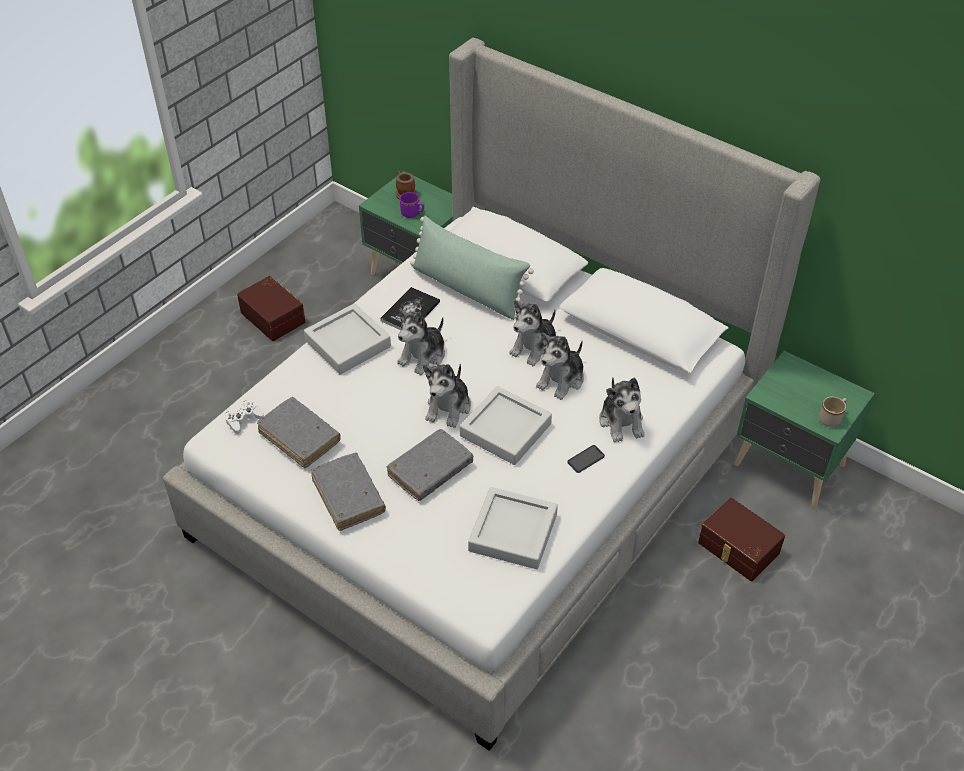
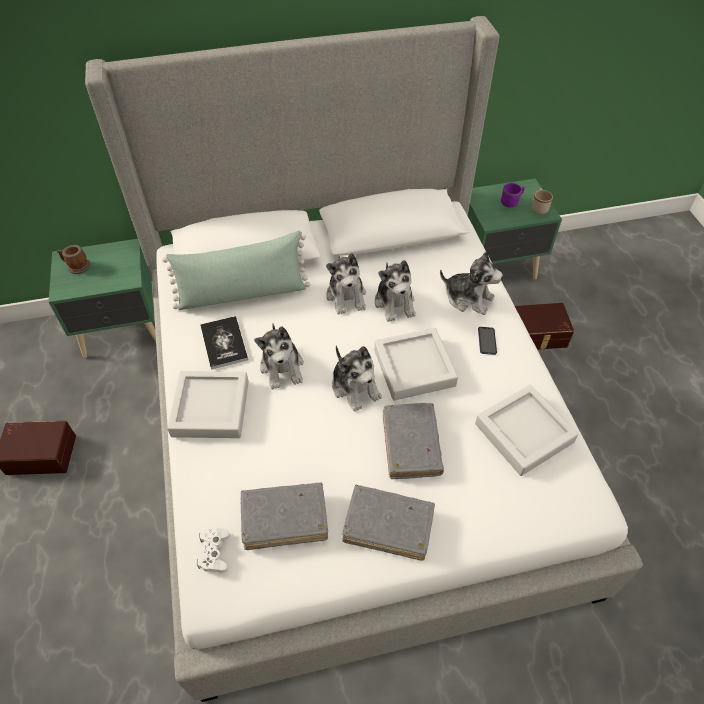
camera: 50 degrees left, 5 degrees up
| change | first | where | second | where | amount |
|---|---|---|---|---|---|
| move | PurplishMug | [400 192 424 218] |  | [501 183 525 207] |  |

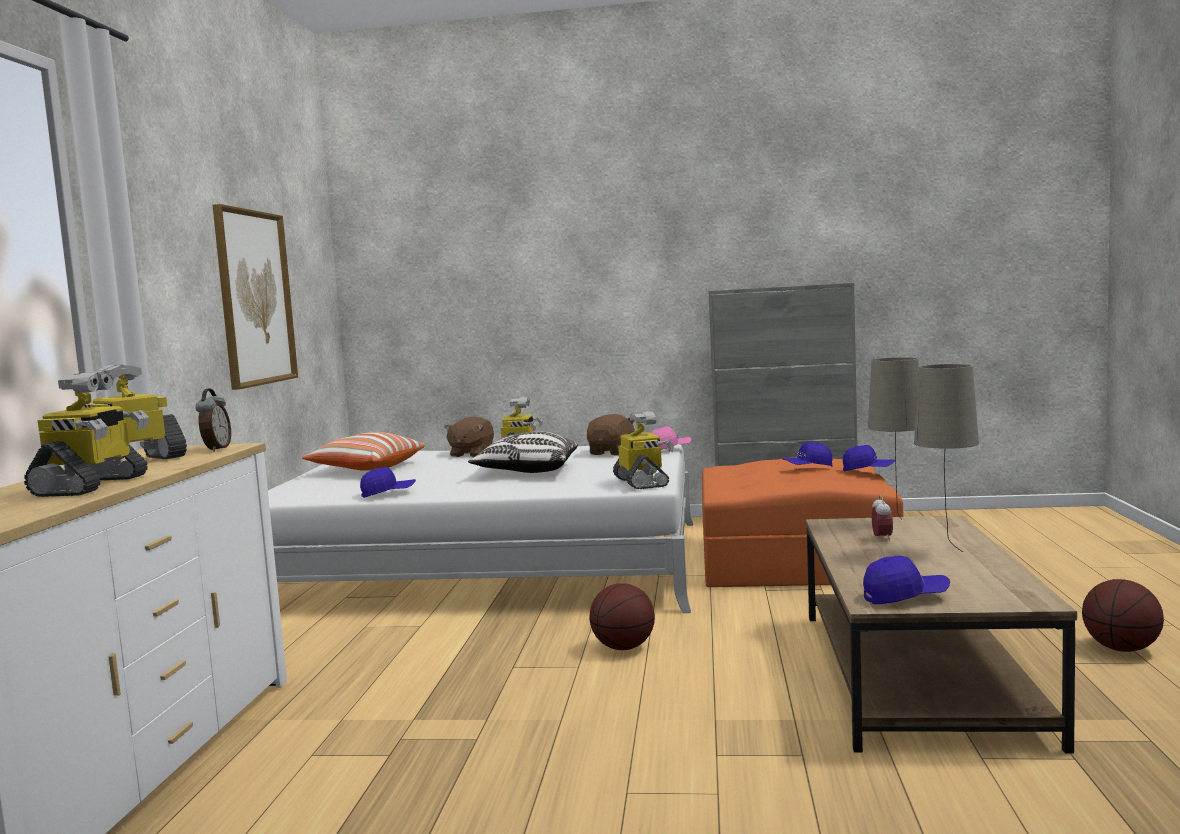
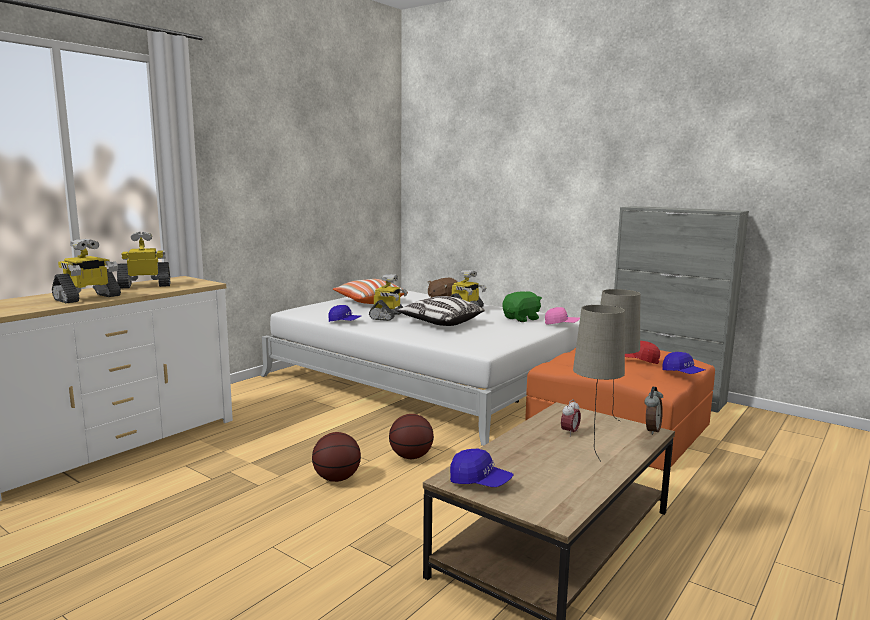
camera: 30 degrees right, 5 degrees up
| change | first | where | second | where | amount |
|---|---|---|---|---|---|
| move | BallForBasketball | [1082 579 1164 652] |  | [312 432 361 482] |  |
| move | RobotFigure | [613 411 674 489] |  | [369 274 408 321] |  |
| recolor | BrownColouredSoftToy | [587 414 635 455] | GreenSoftToy | [502 292 542 322] |  |
| recolor | BluishBaseballCap | [783 442 832 466] | RedBaseballCap | [625 341 660 364] |  |
| move | TableClock | [196 388 231 452] |  | [645 387 663 435] |  |
| delete | Picture | [212 204 298 390] |  |  |  |

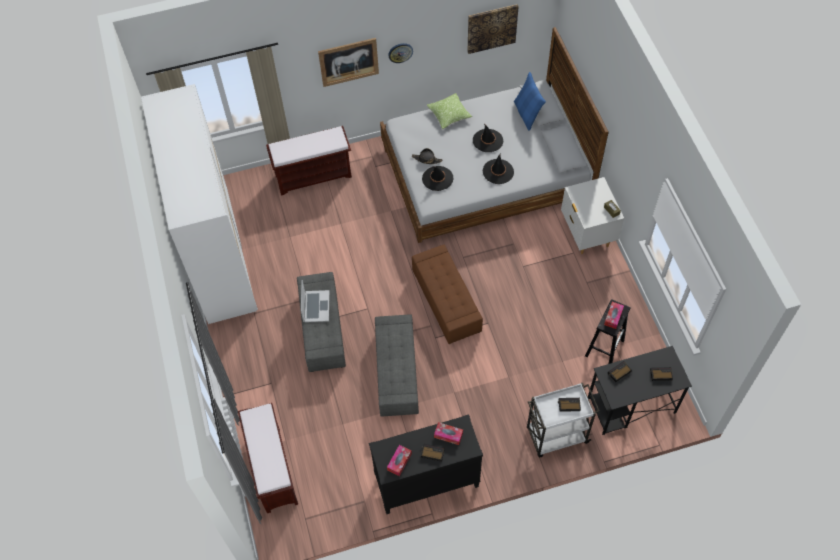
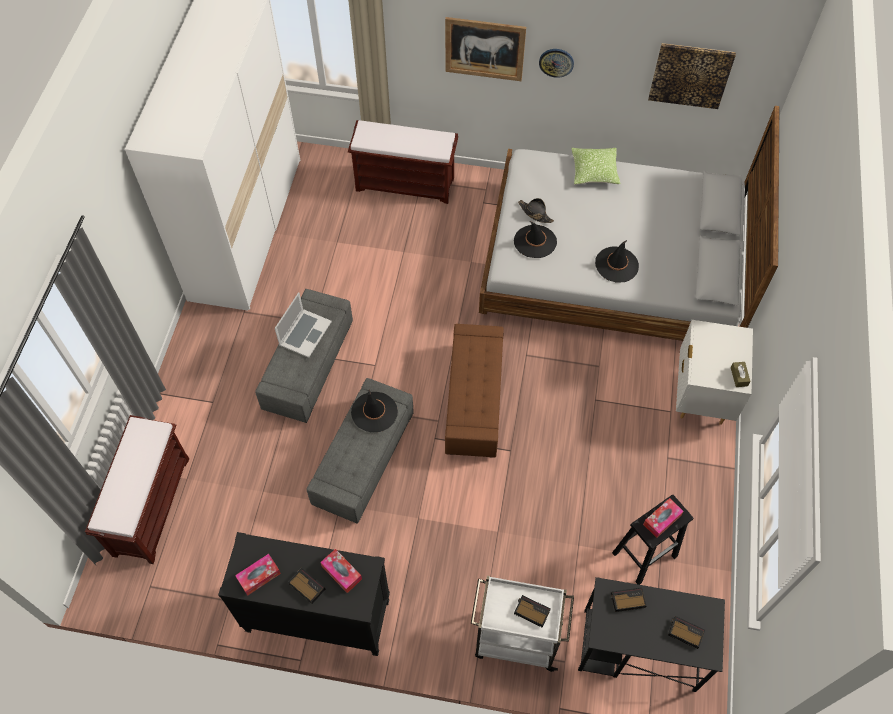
camera: 25 degrees right, 0 degrees up
| change | first | where | second | where | amount |
|---|---|---|---|---|---|
| move | BlackColouredHat | [473 124 503 152] |  | [351 389 398 432] |  |
| delete | BluishPillow | [514 72 546 131] |  |  |  |

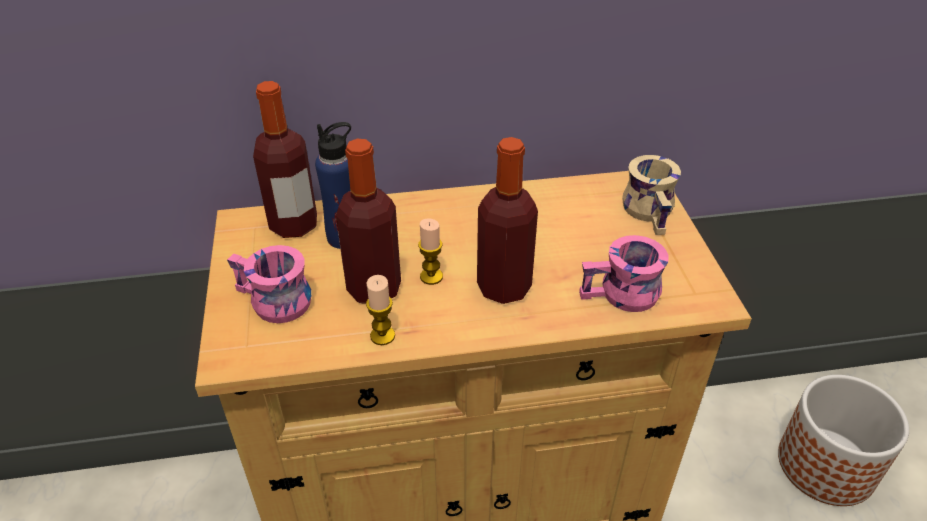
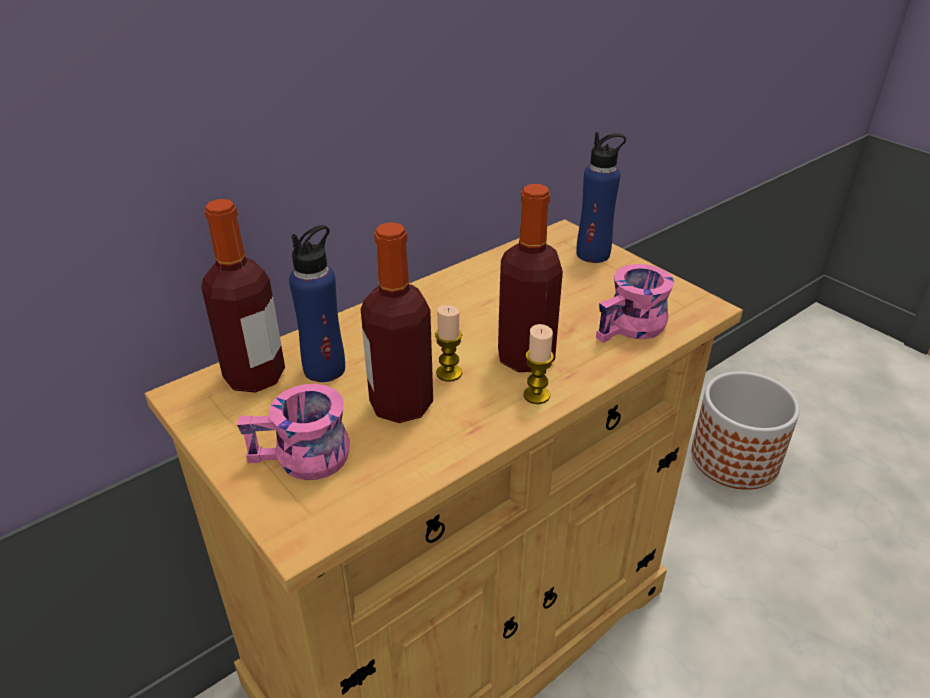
camera: 30 degrees left, 5 degrees down
| change | first | where | second | where | amount |
|---|---|---|---|---|---|
| move | Candle | [366 275 395 345] |  | [524 324 554 404] |  |
| replace | BeigeMug | [622 155 681 235] | BluishBottle | [576 132 626 263] |  |

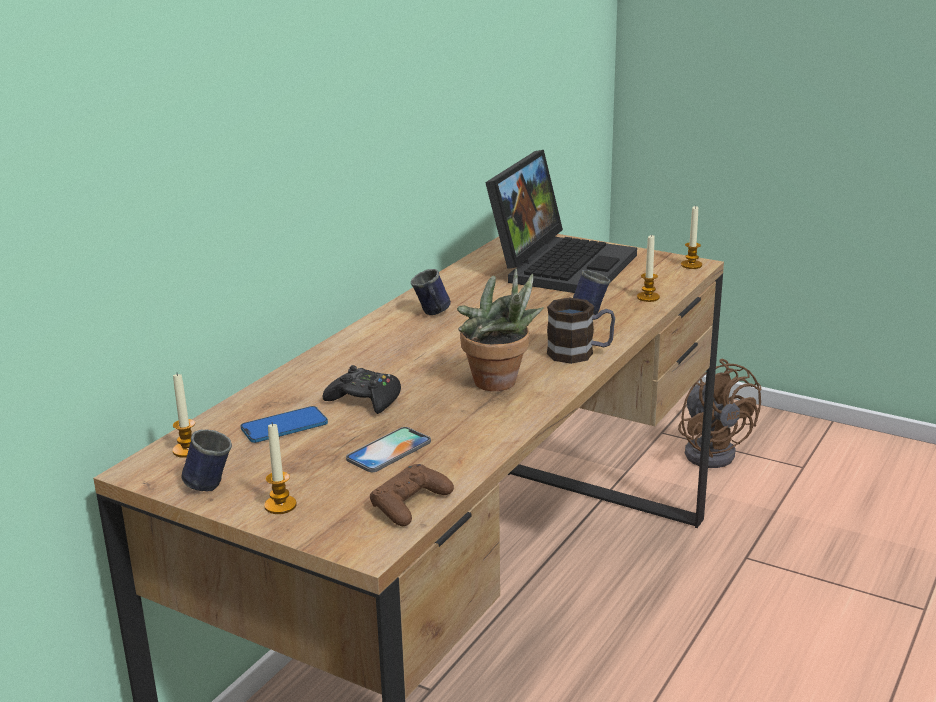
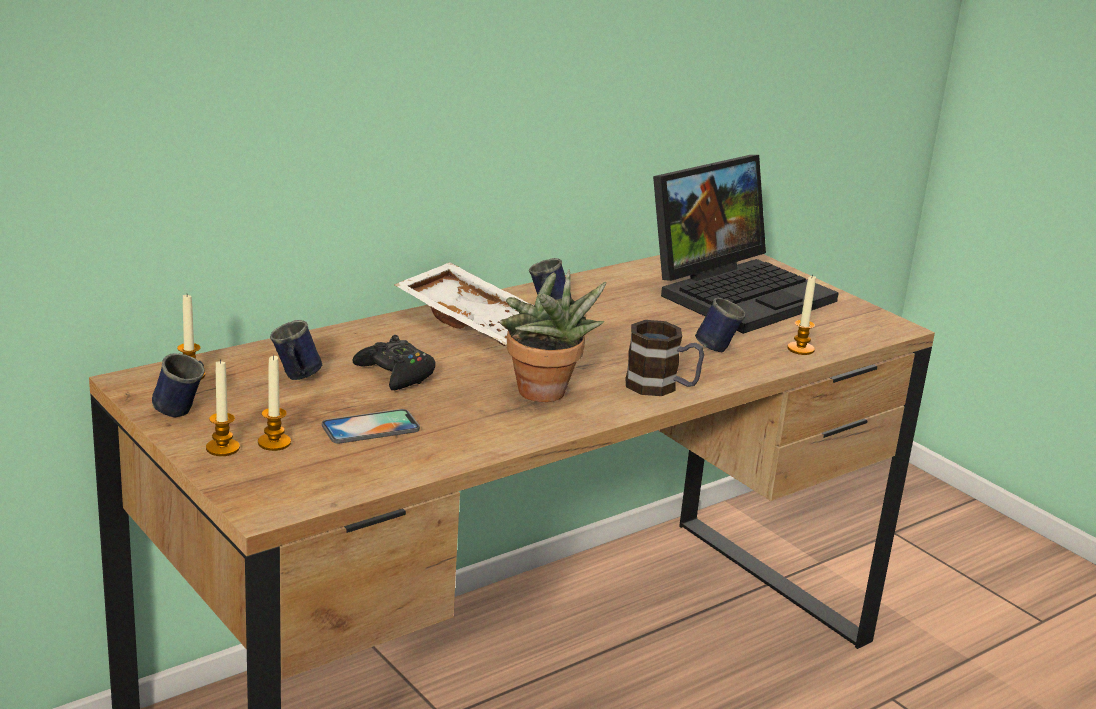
camera: 20 degrees right, 0 degrees up
| change | first | where | second | where | amount |
|---|---|---|---|---|---|
| move | Candle | [681 205 702 269] |  | [258 355 291 451] |  |
| replace | Telephone | [240 406 328 443] | BluishMug | [270 320 322 380] |  |
| insert |  |  | WhiteCarryingTray | [394 262 530 346] |  |
| delete | BrownColouredGameController | [370 464 454 526] |  |  |  |
| delete | BrownColouredCoolingFan | [678 359 761 468] |  |  |  |

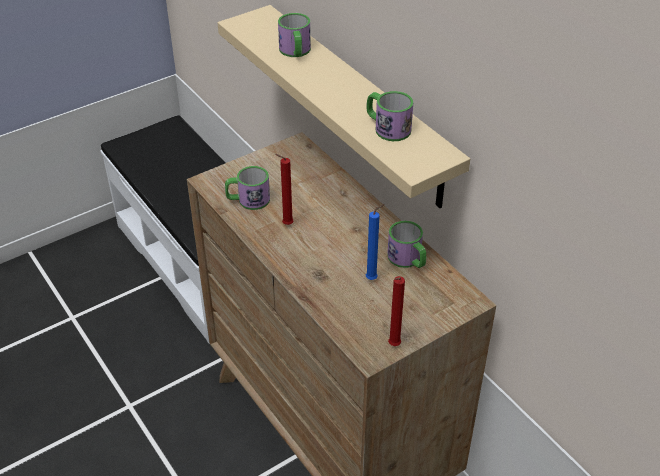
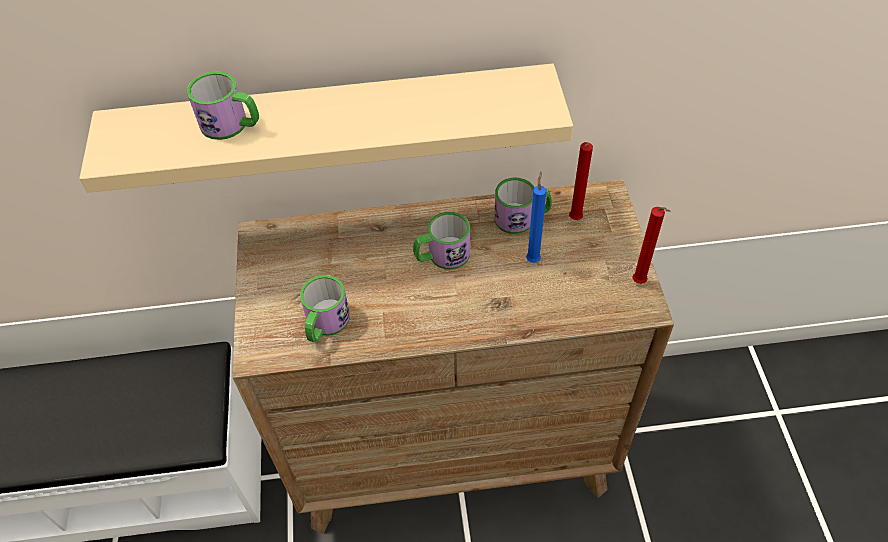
camera: 60 degrees left, 10 degrees up
| change | first | where | second | where | amount |
|---|---|---|---|---|---|
| move | Mug | [366 91 413 141] |  | [413 212 470 270] |  |
| move | RedCandle | [275 154 294 225] |  | [569 142 593 220] |  |

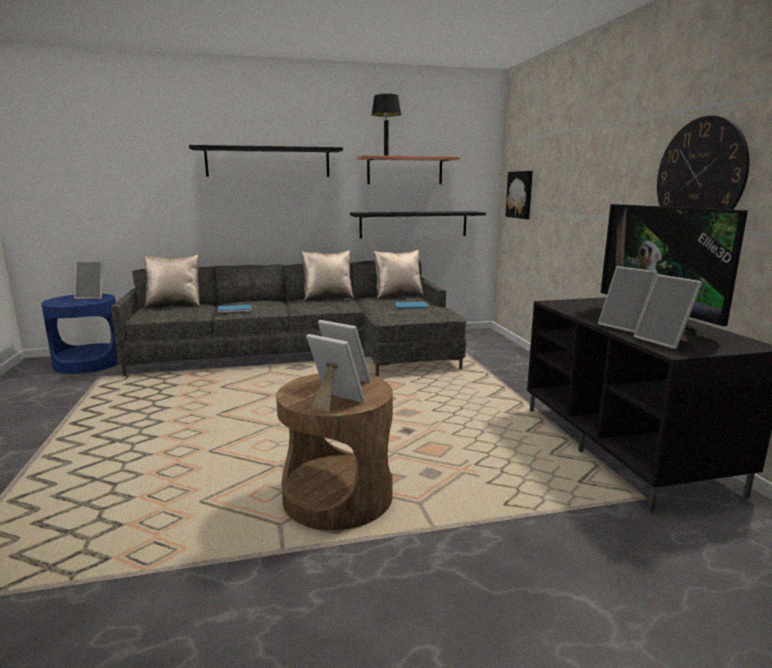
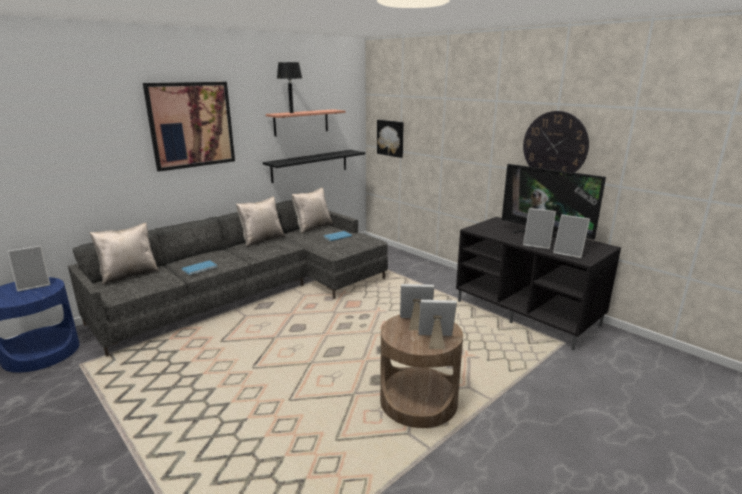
camera: 30 degrees left, 5 degrees up
| change | first | where | second | where | amount |
|---|---|---|---|---|---|
| replace | BlackColouredBracketShelf | [189 145 343 177] | Picture | [143 82 235 172] |  |

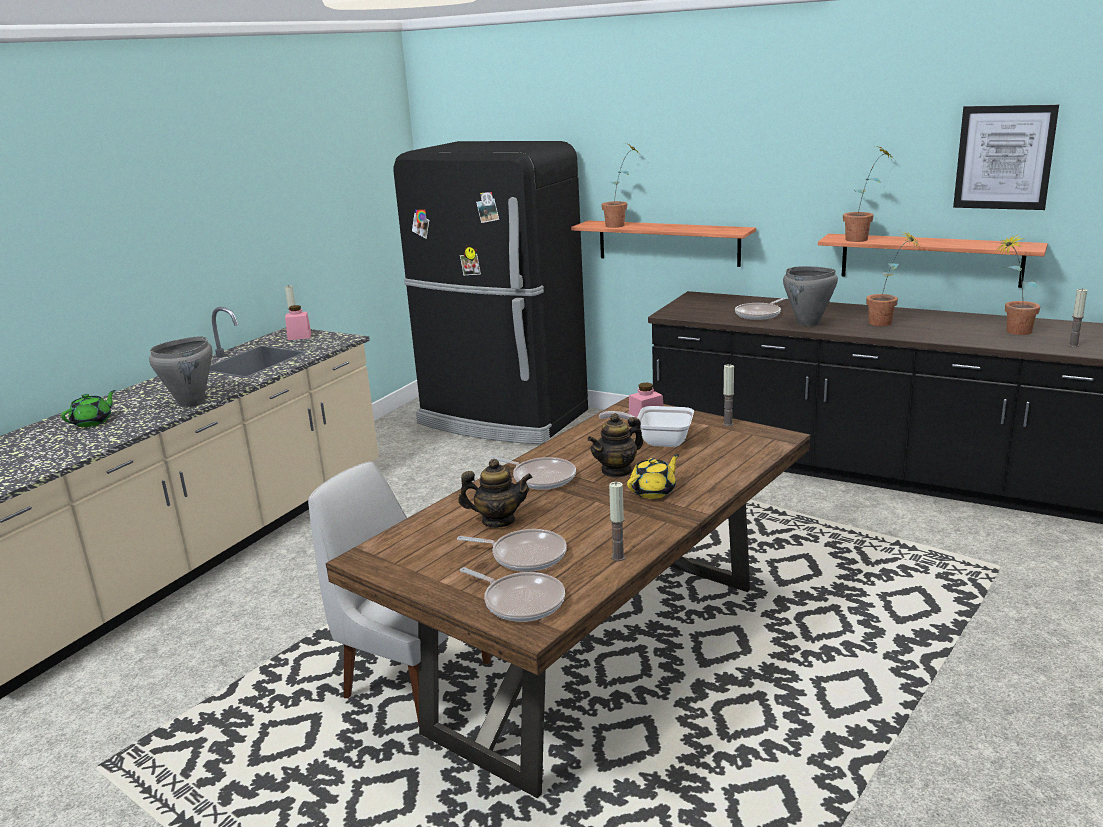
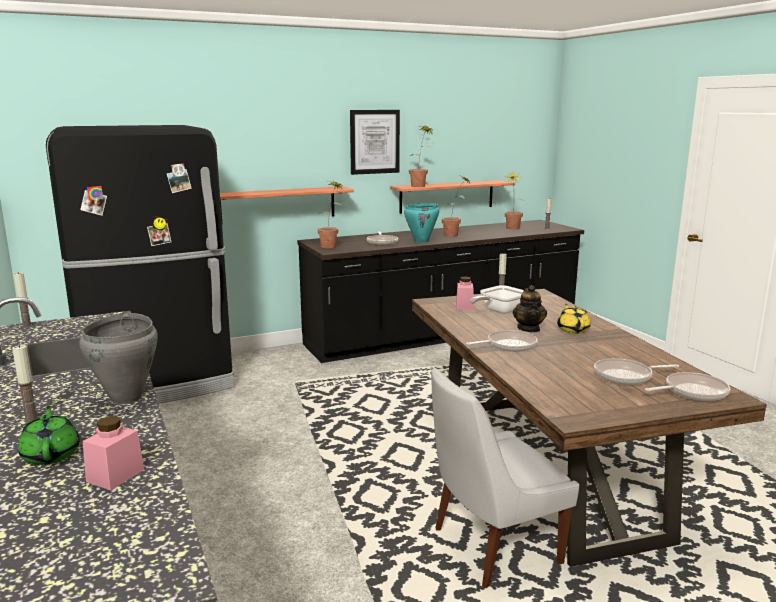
camera: 55 degrees left, 5 degrees down
| change | first | where | second | where | amount |
|---|---|---|---|---|---|
| move | Candle | [609 482 625 561] |  | [12 345 39 423] |  |
| move | PinkColouredPreserveJar | [285 305 311 340] |  | [83 416 144 490] |  |
| move | PlantInAPot | [601 143 642 228] |  | [318 180 344 248] |  |
| move | Picture | [953 105 1059 210] |  | [350 110 400 175] |  |
| recolor | GreyishSaucepot | [783 266 838 327] | TurquoiseSaucepot | [404 203 440 243] |  |
| rotate | FryingPan | [457 529 567 572] |  | [594 358 679 385] | 150 degrees counterclockwise |
| delete | Teapot | [458 459 532 528] |  |  |  |

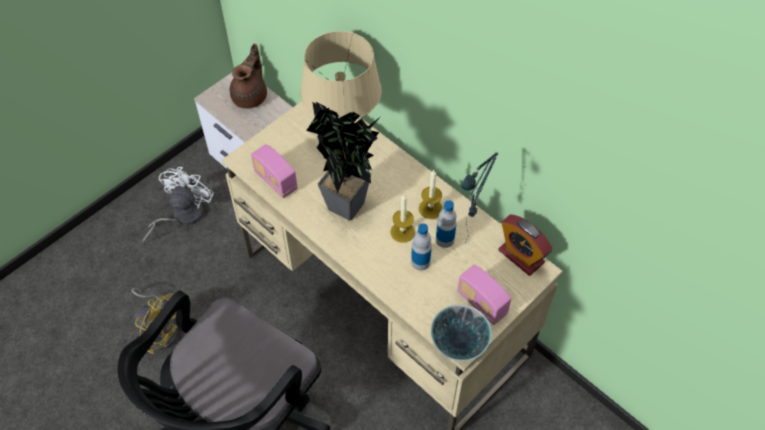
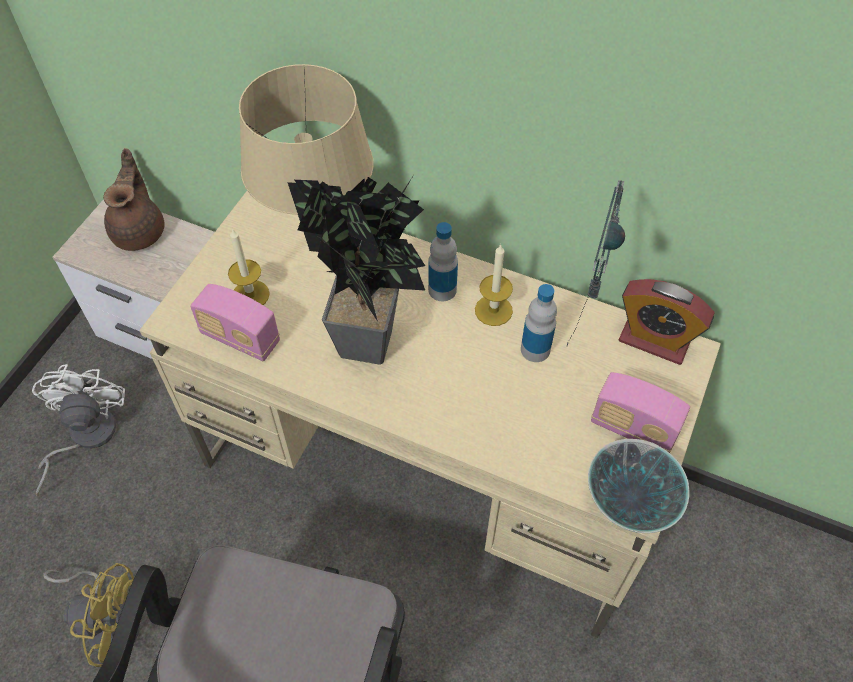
camera: 20 degrees left, 0 degrees up
| change | first | where | second | where | amount |
|---|---|---|---|---|---|
| move | Candle | [391 194 415 243] |  | [228 228 270 305] |  |
| move | Bottle | [411 223 432 271] |  | [428 222 458 301] |  |

